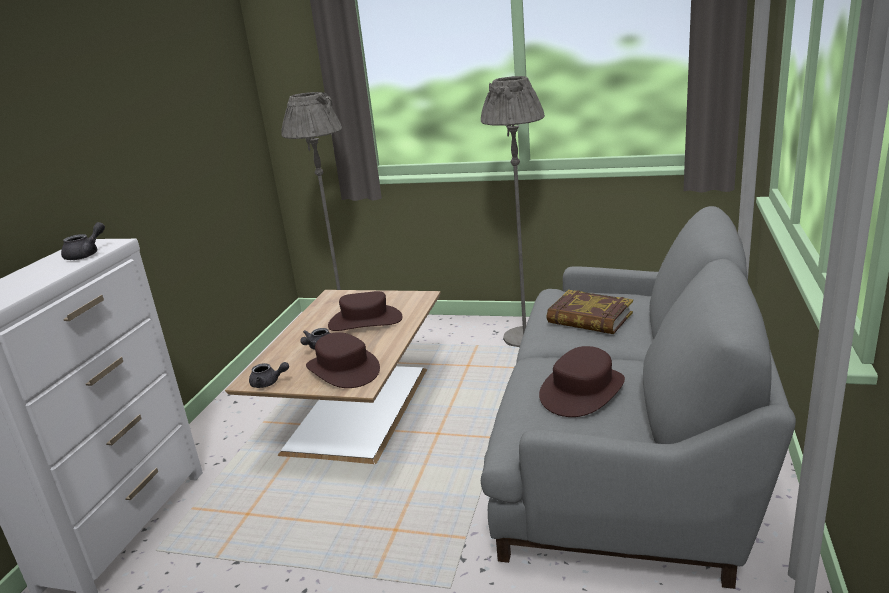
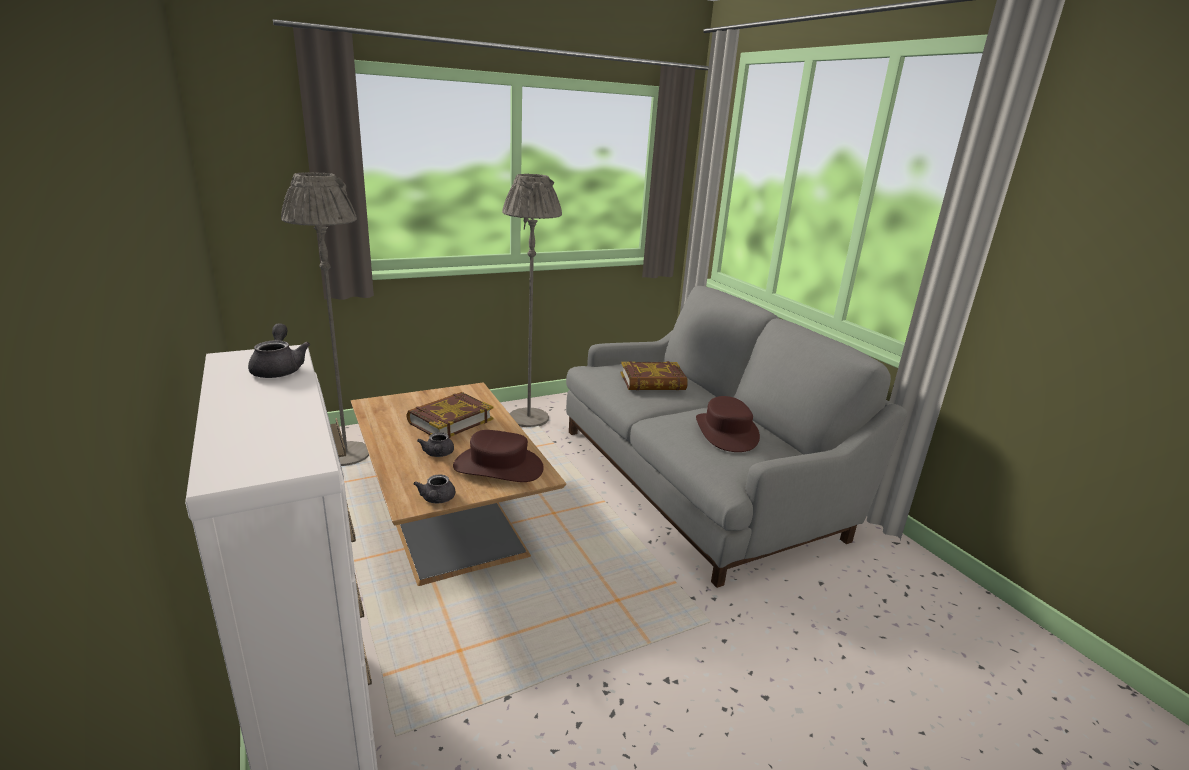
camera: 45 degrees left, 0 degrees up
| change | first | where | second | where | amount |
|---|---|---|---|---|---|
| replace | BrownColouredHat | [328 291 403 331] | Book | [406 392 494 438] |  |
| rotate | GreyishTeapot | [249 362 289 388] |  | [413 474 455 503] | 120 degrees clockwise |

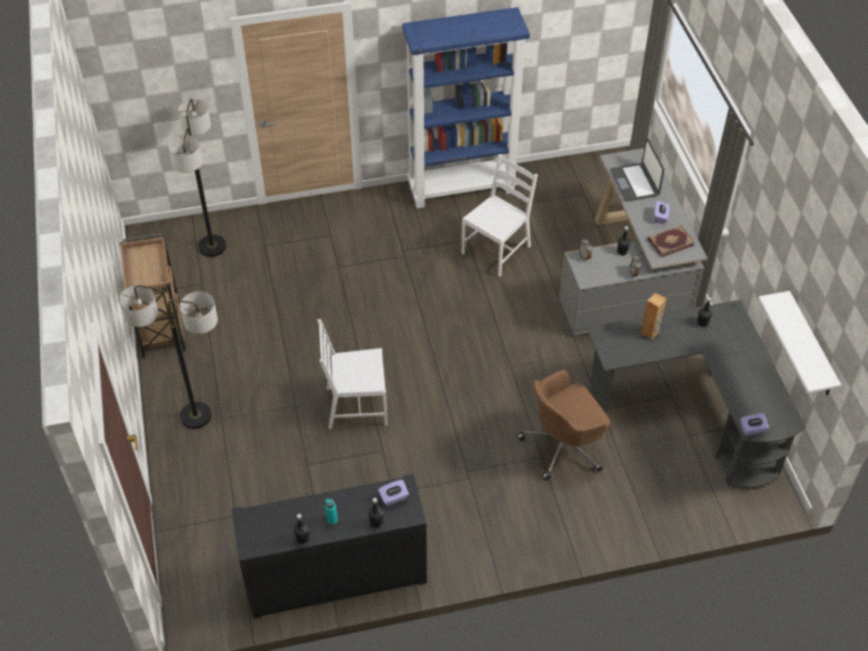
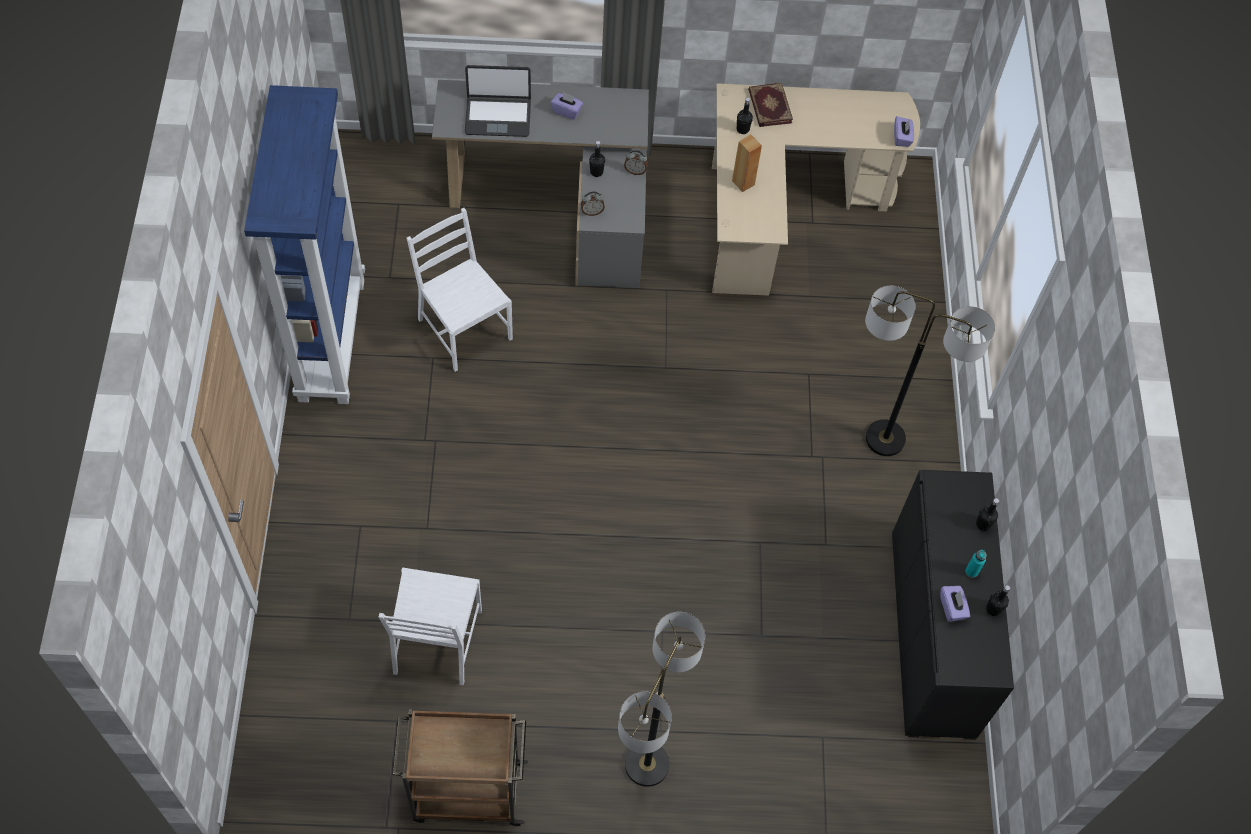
camera: 80 degrees left, 10 degrees up
| change | first | where | second | where | amount |
|---|---|---|---|---|---|
| move | WhiteChair | [318 319 388 429] |  | [379 568 482 686] |  |
| recolor | BlackColouredDesk | [587 300 806 488] | BeigeDesk | [712 83 920 296] |  |
| move | Book | [648 225 695 257] |  | [748 83 793 127] |  |
| move | StandardLamp | [168 99 226 257] |  | [865 286 995 456] |  |
| move | PurplishTissueHolder | [378 480 409 506] |  | [940 586 970 622] |  |
| delete | BrownColouredOfficeChair | [517 370 610 481] |  |  |  |
| delete | WhiteBracketShelf | [758 291 841 395] |  |  |  |

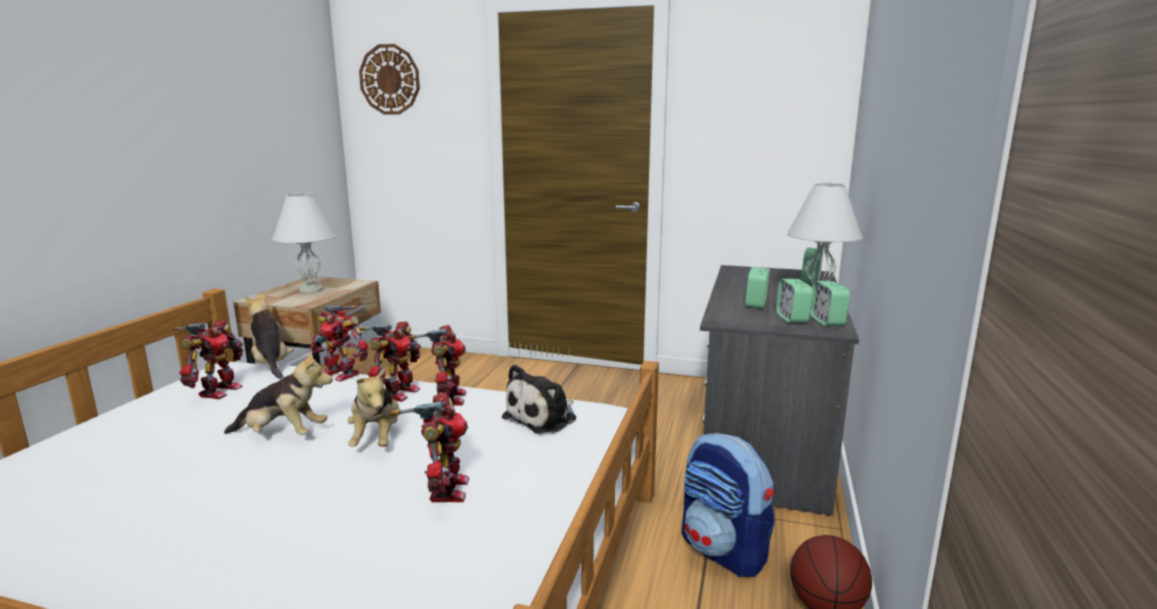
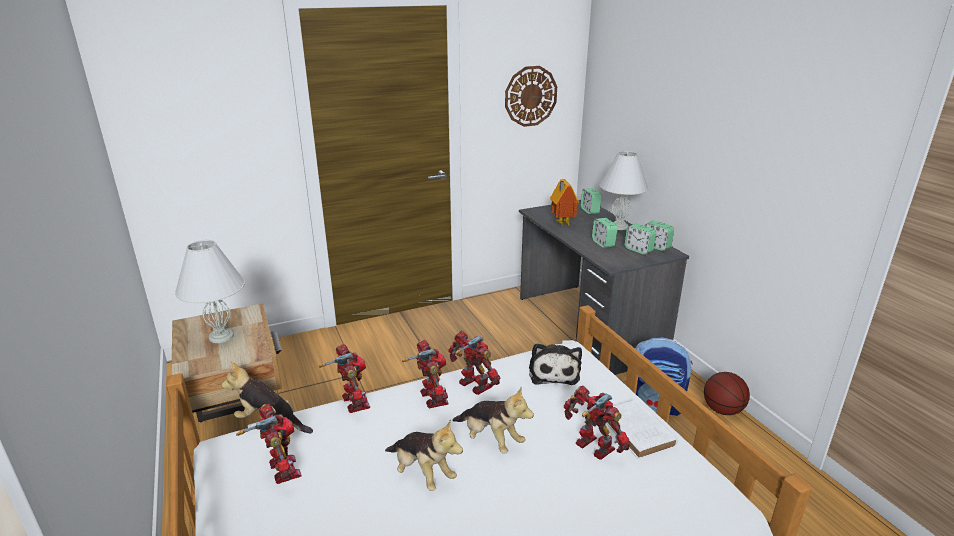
camera: 40 degrees left, 10 degrees up
| change | first | where | second | where | amount |
|---|---|---|---|---|---|
| rotate | RobotFigure | [310 306 369 381] |  | [319 344 370 413] | 105 degrees counterclockwise |
| rotate | SoftToy | [224 350 332 435] |  | [385 420 463 491] | 75 degrees clockwise |
| move | HangingClock | [359 44 420 114] |  | [505 66 557 127] |  |
| insert |  |  | ModelHouse | [550 179 579 226] |  |
| insert |  |  | WhiteBook | [606 399 678 459] |  |

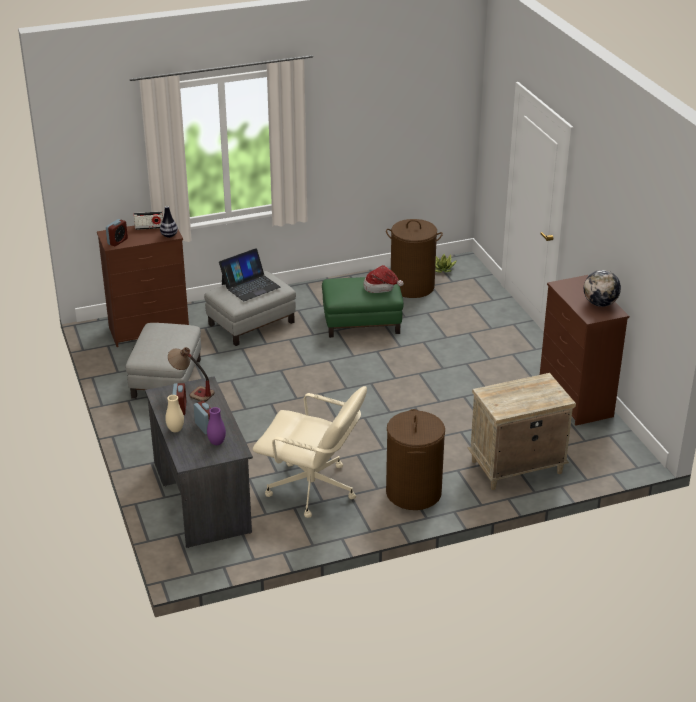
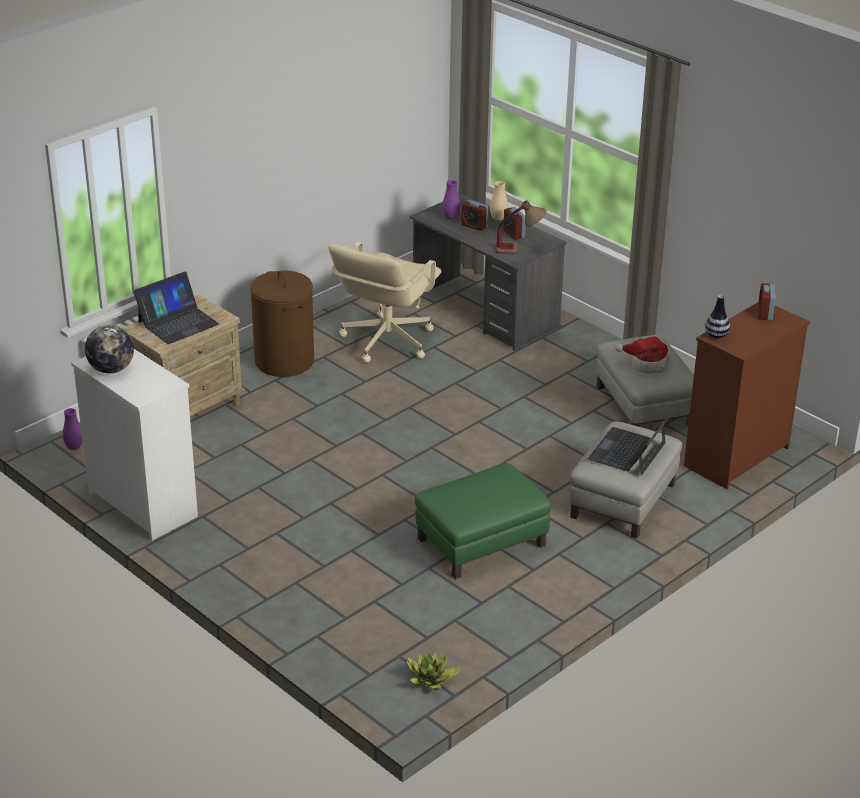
camera: 155 degrees right, 0 degrees up
| change | first | where | second | where | amount |
|---|---|---|---|---|---|
| insert |  |  | PurplishFlowerVase | [63 408 83 450] |  |
| recolor | BrownColouredDresser | [540 275 629 426] | WhiteDresser | [71 349 198 541] |  |
| insert |  |  | Laptop | [134 272 219 344] |  |
| rotate | BeigeOfficeChair | [253 386 367 518] |  | [328 242 441 363] | 60 degrees counterclockwise |
| move | Hat | [363 265 404 293] |  | [615 336 670 373] |  |
| delete | Radio | [134 211 163 230] |  |  |  |
| delete | BrownColouredWashingBasket | [386 219 443 298] |  |  |  |

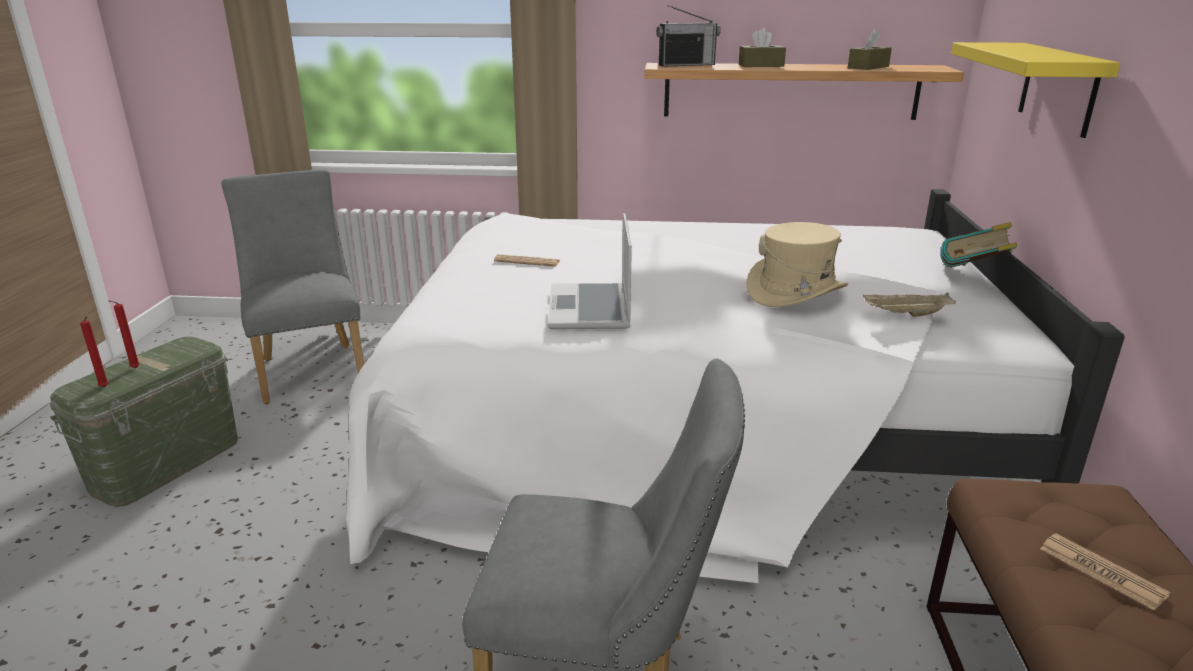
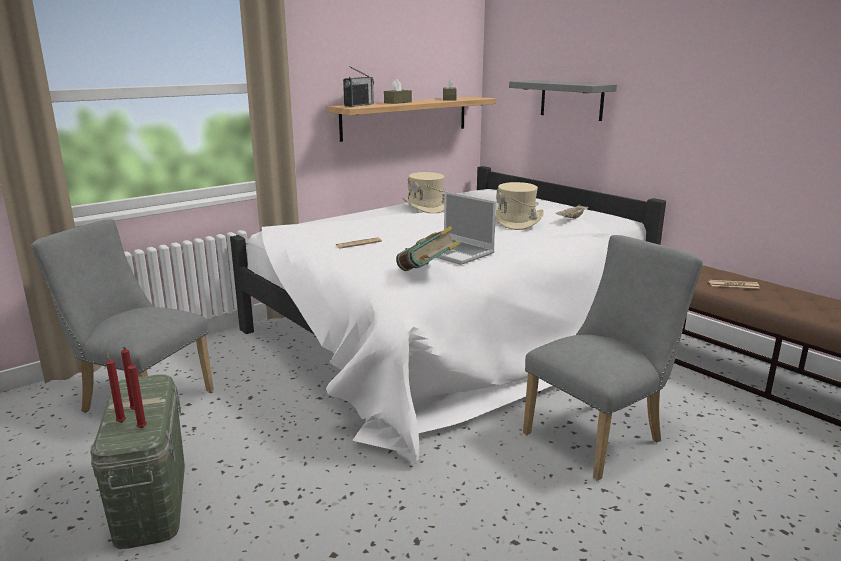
camera: 45 degrees left, 5 degrees down
| change | first | where | second | where | amount |
|---|---|---|---|---|---|
| insert |  |  | RedCandle | [106 352 126 423] |  |
| move | Book | [941 222 1017 267] |  | [396 226 461 271] |  |
| insert |  |  | BeigeHat | [402 172 445 213] |  |
| recolor | YellowishBracketShelf | [951 42 1120 138] | GreyishBracketShelf | [509 80 617 121] |  |

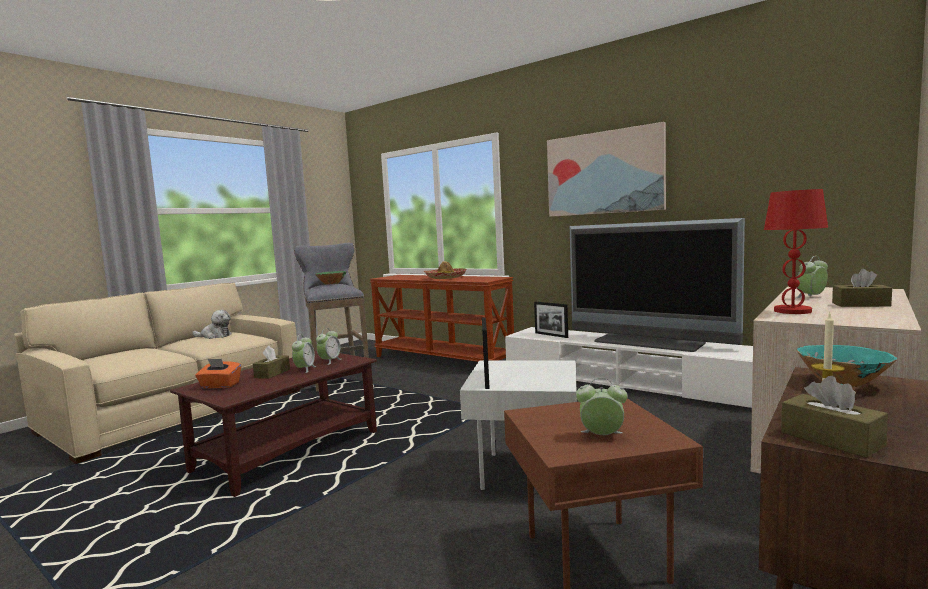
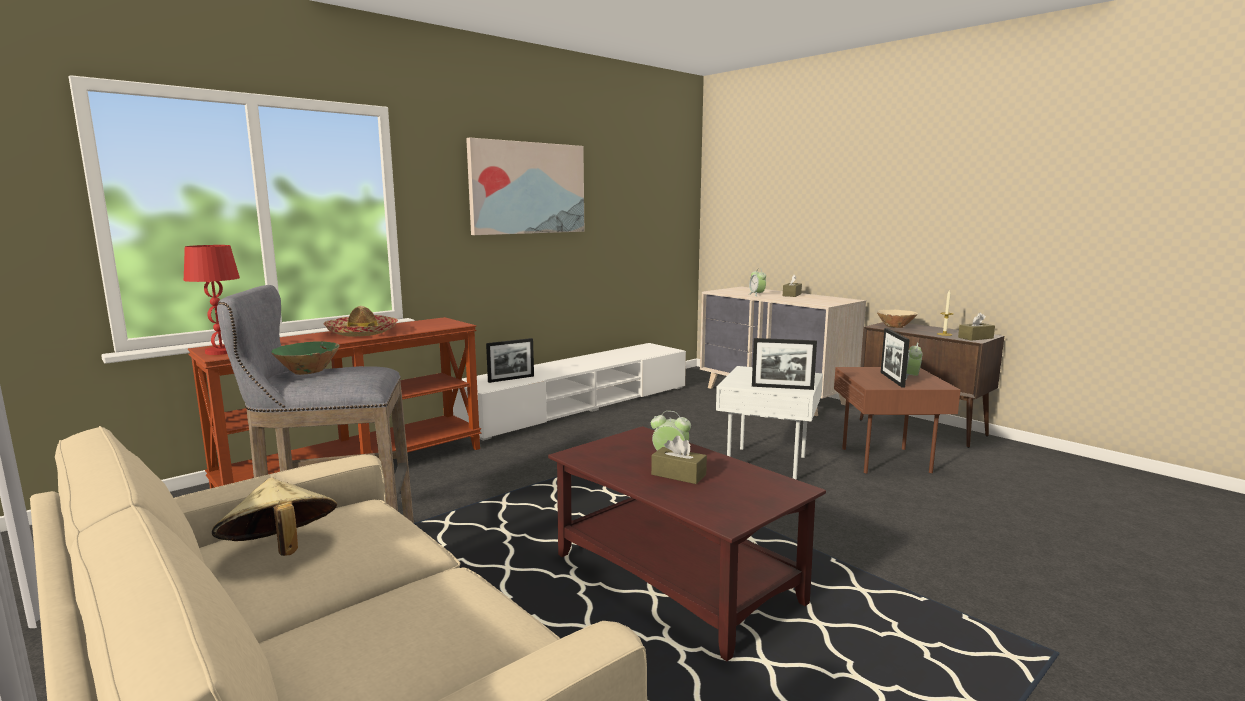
camera: 80 degrees left, 5 degrees up
| change | first | where | second | where | amount |
|---|---|---|---|---|---|
| move | RedTabletopLamp | [764 189 828 314] |  | [184 245 240 355] |  |
| replace | SoftToy | [193 310 232 339] | BeigeHat | [212 477 337 556] |  |
| recolor | TurquoiseBowl | [797 345 897 387] | BeigeBowl | [877 310 918 328] |  |
| insert |  |  | StandingFrame | [881 328 910 387] |  |
| delete | OrangeColouredTissueHolder | [195 359 241 388] |  |  |  |
| delete | TableClock | [316 328 341 365] |  |  |  |
| delete | TvSet | [570 218 745 352] |  |  |  |

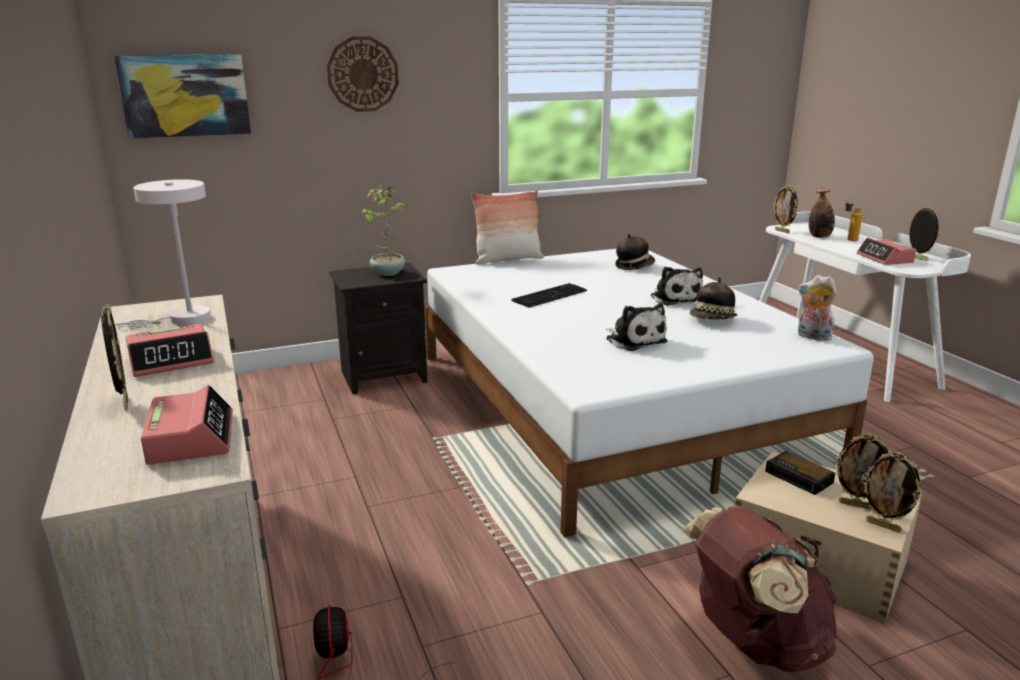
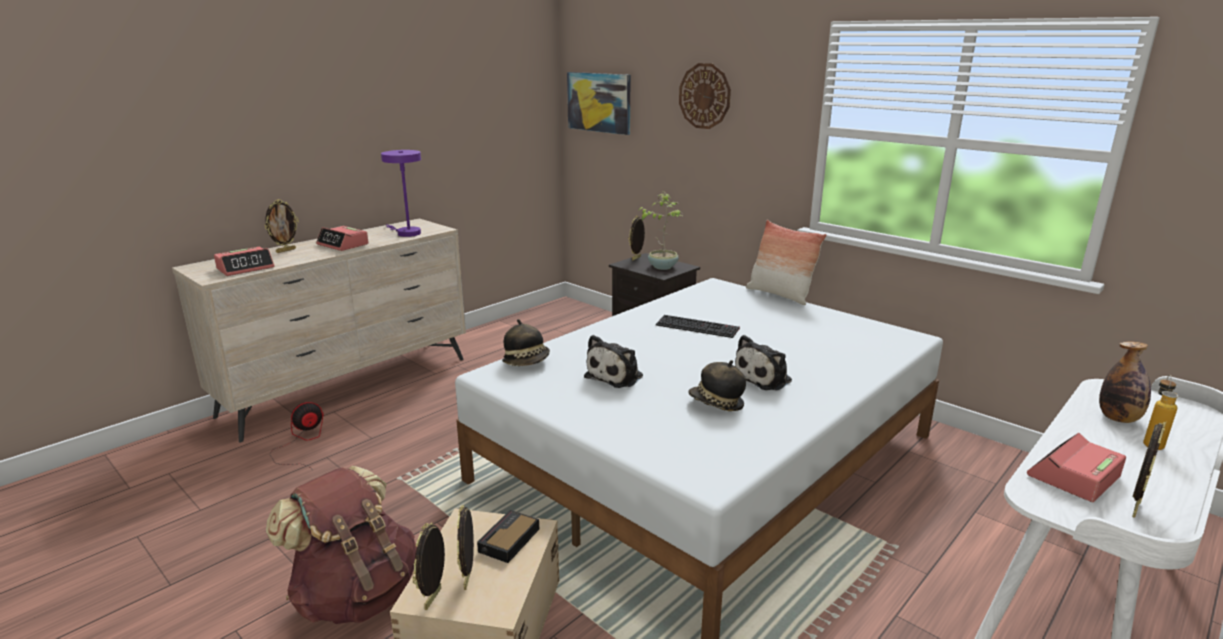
camera: 65 degrees right, 0 degrees up
| change | first | where | second | where | amount |
|---|---|---|---|---|---|
| recolor | WhiteTabletopLamp | [115 179 211 327] | PurplishTabletopLamp | [381 150 421 237] |  |
| move | Hat | [616 234 655 270] |  | [502 319 550 366] |  |
| move | StandingFrame | [773 185 798 233] |  | [628 216 645 260] |  |
| delete | SoftToy | [798 275 837 341] |  |  |  |

